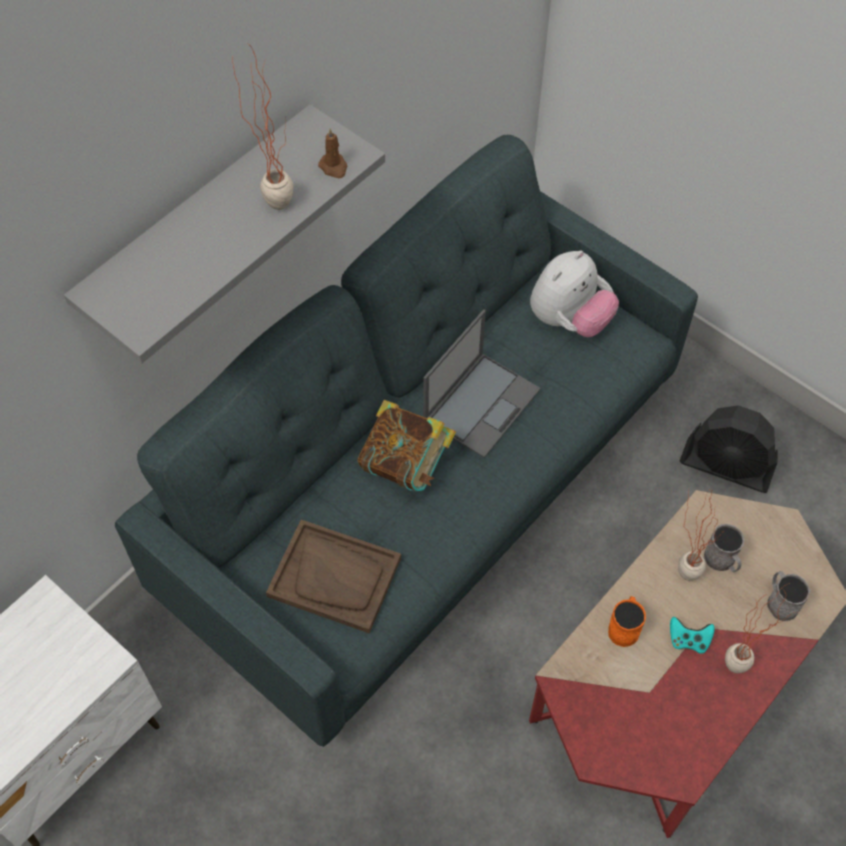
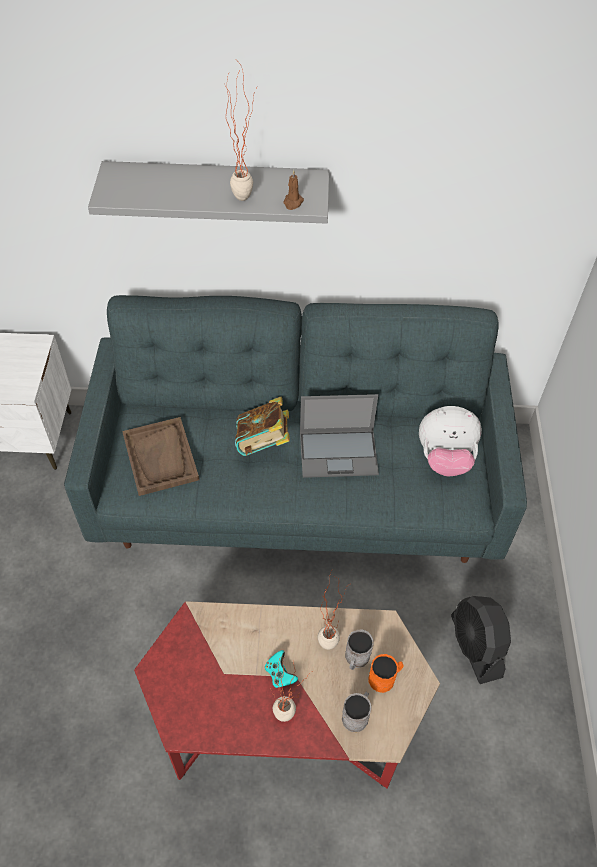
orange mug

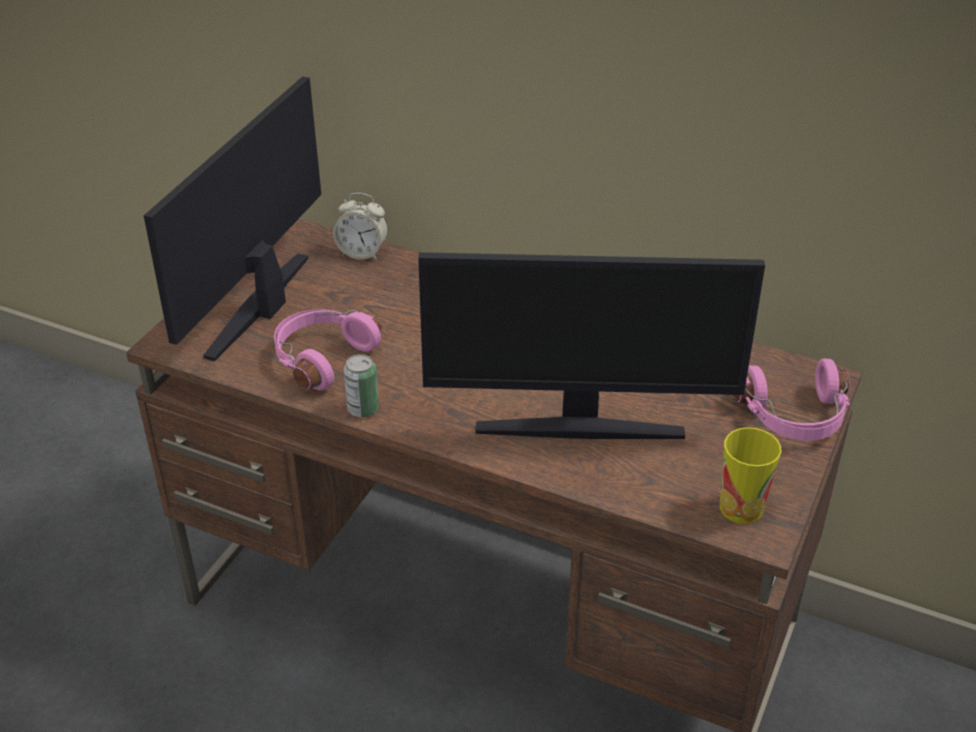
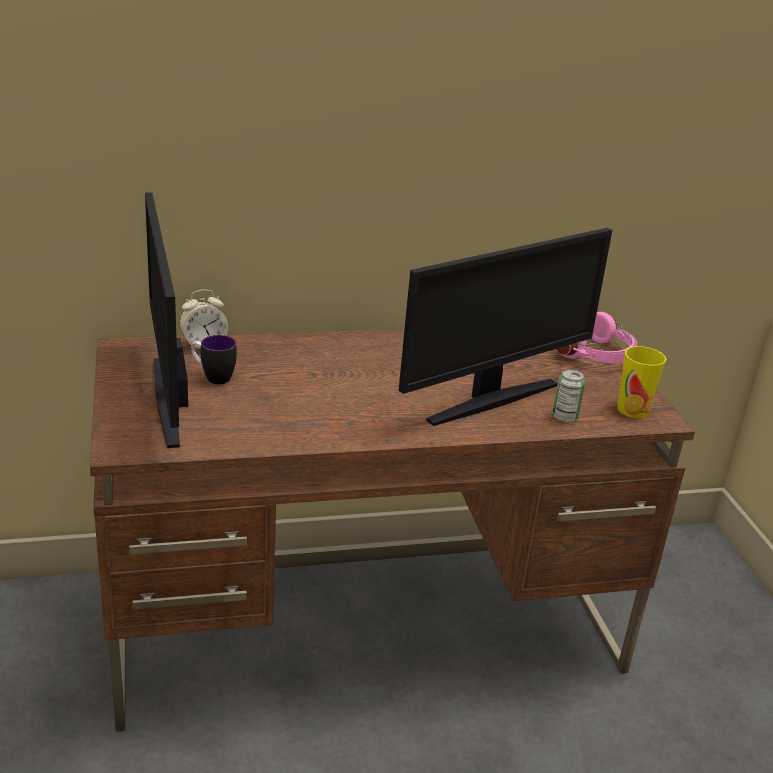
pink headphones (no. 1 from left in the first image)
can
mug

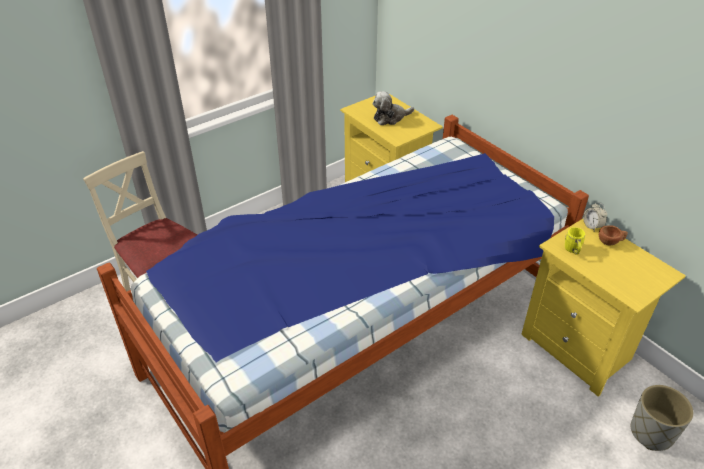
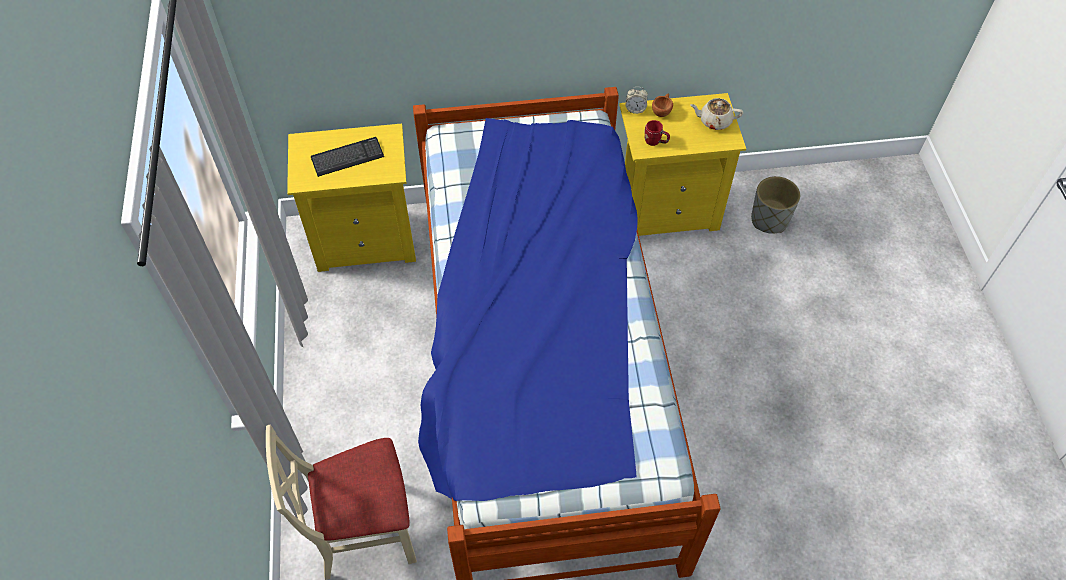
keyboard
red mug
beige teapot

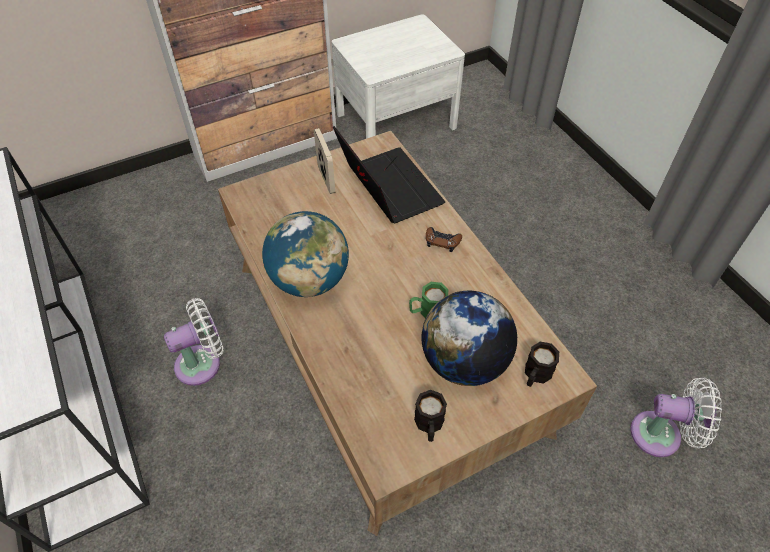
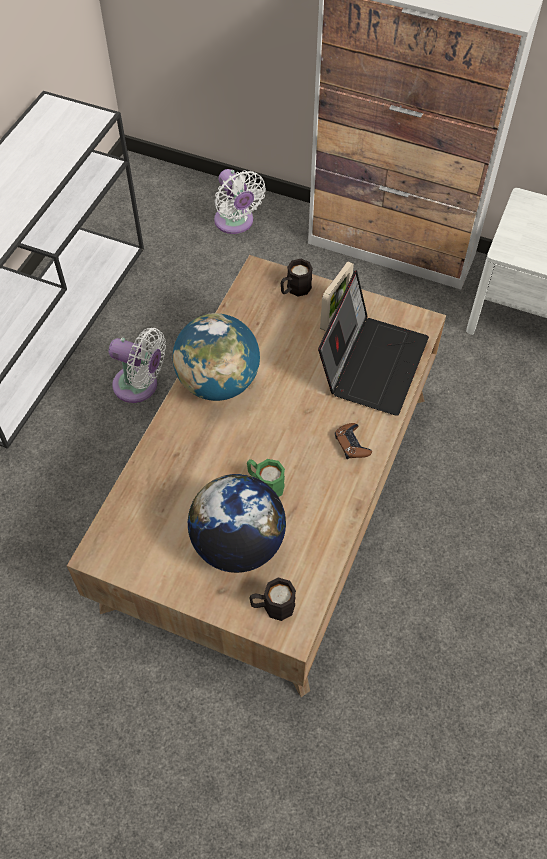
white fan (no. 2 from left)
black mug (no. 2 from left)

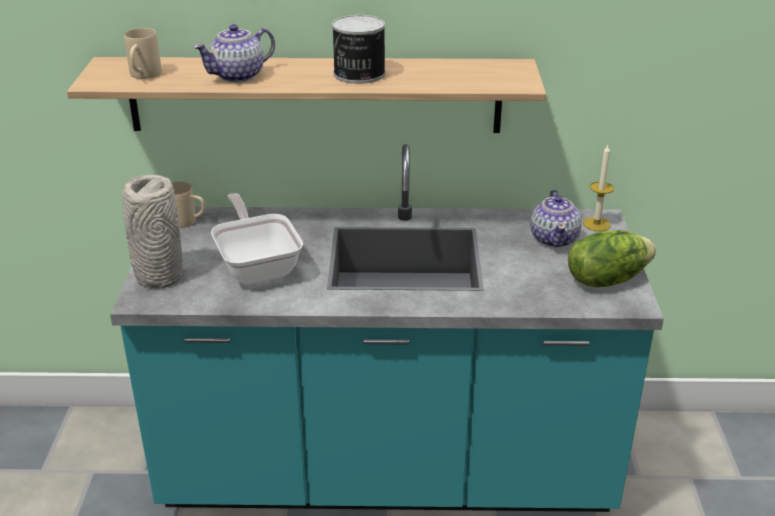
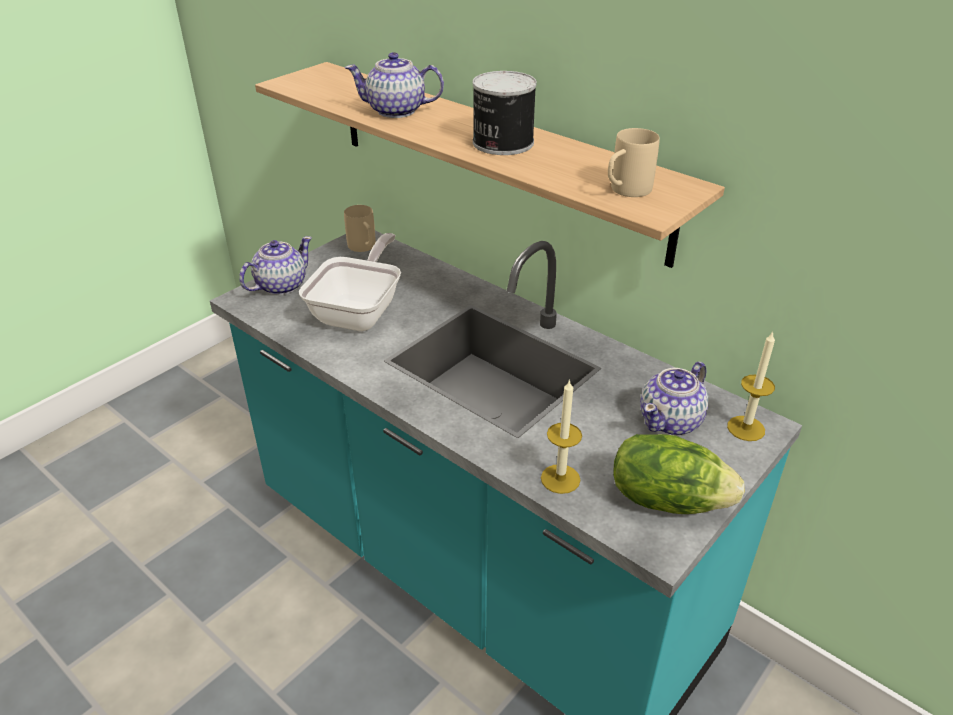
beige mug (no. 2 from left)
teapot (no. 1 from left)
candle (no. 1 from left)

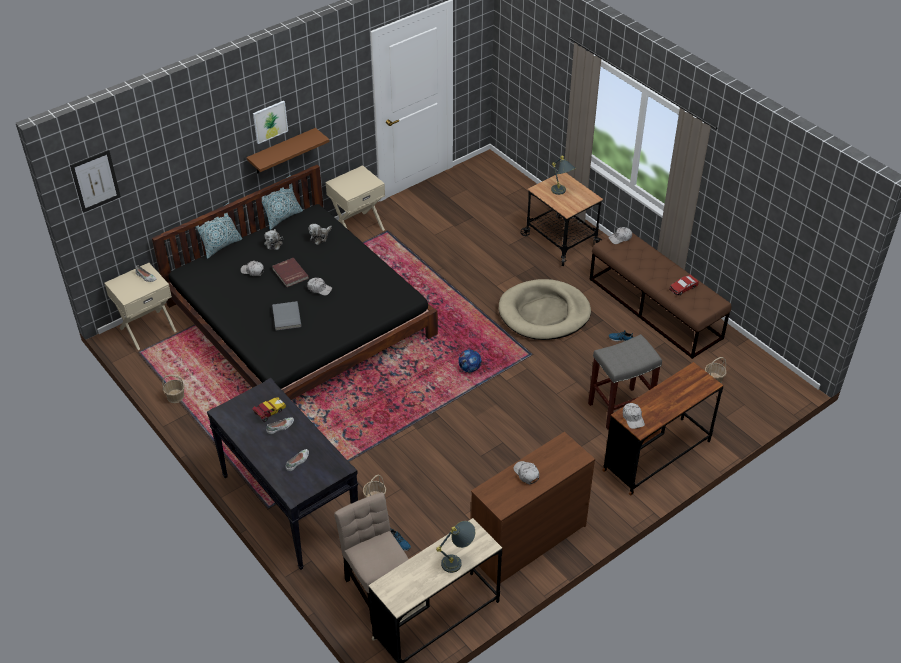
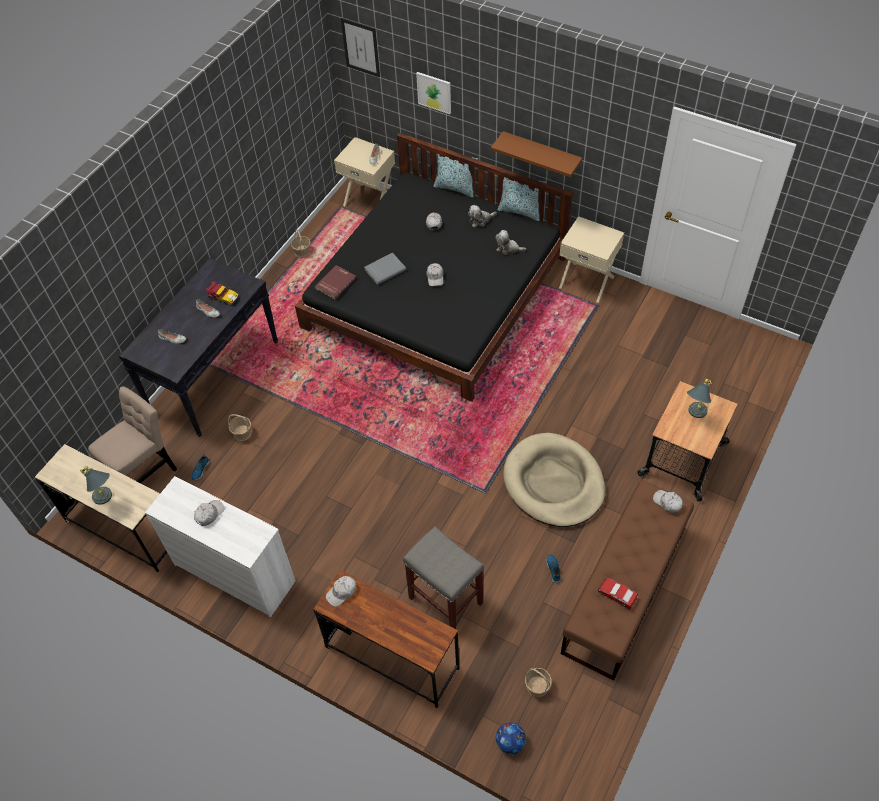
picture (no. 2 from left)
red book
football
white dresser

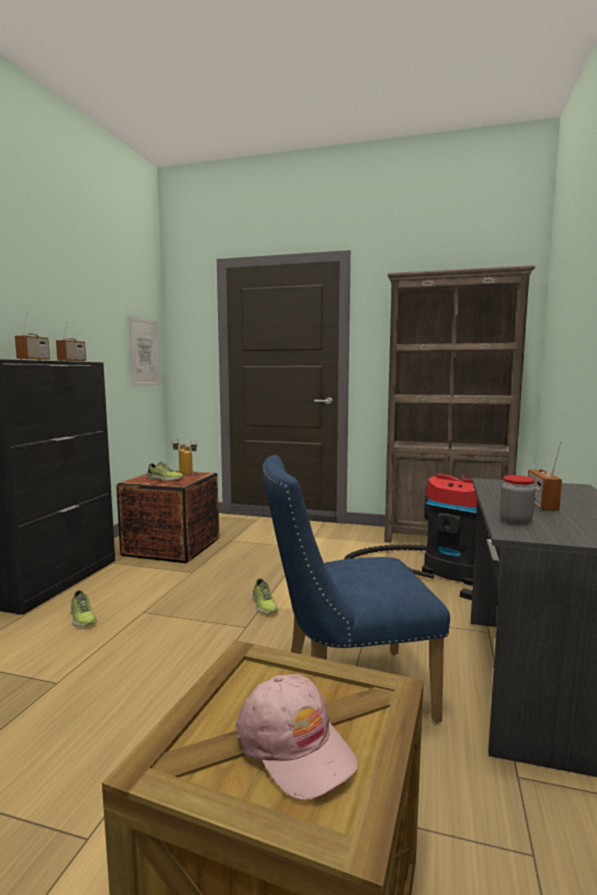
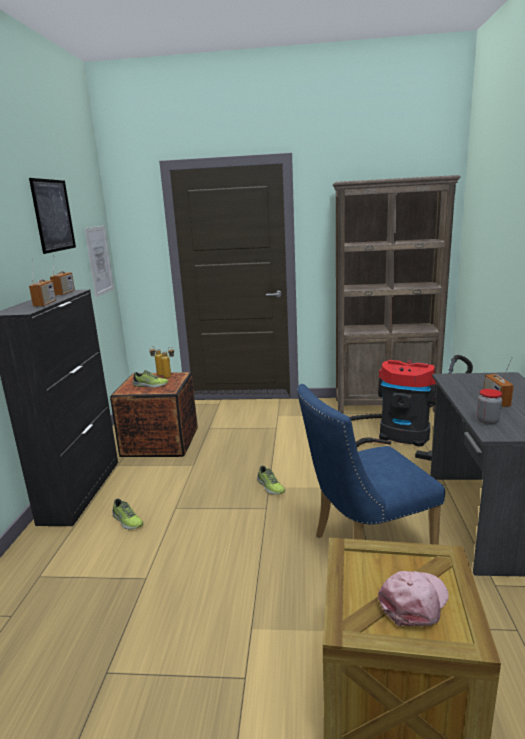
pink cap
picture (no. 1 from left)

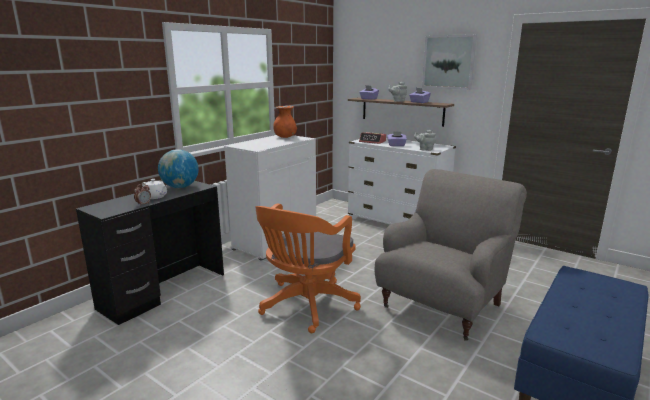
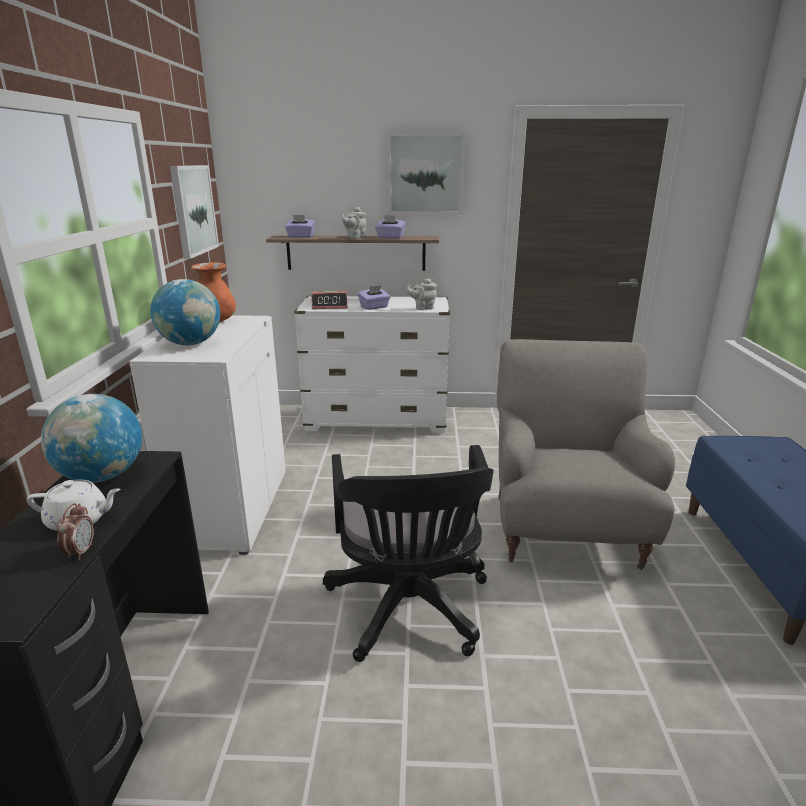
black office chair
picture (no. 1 from left)
globe (no. 2 from left)

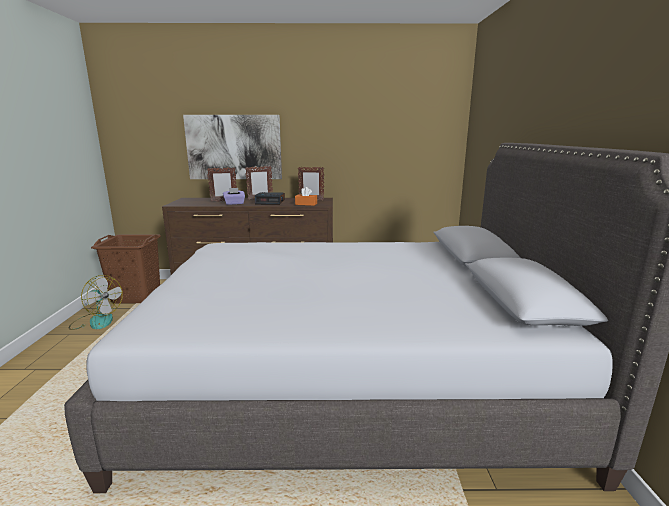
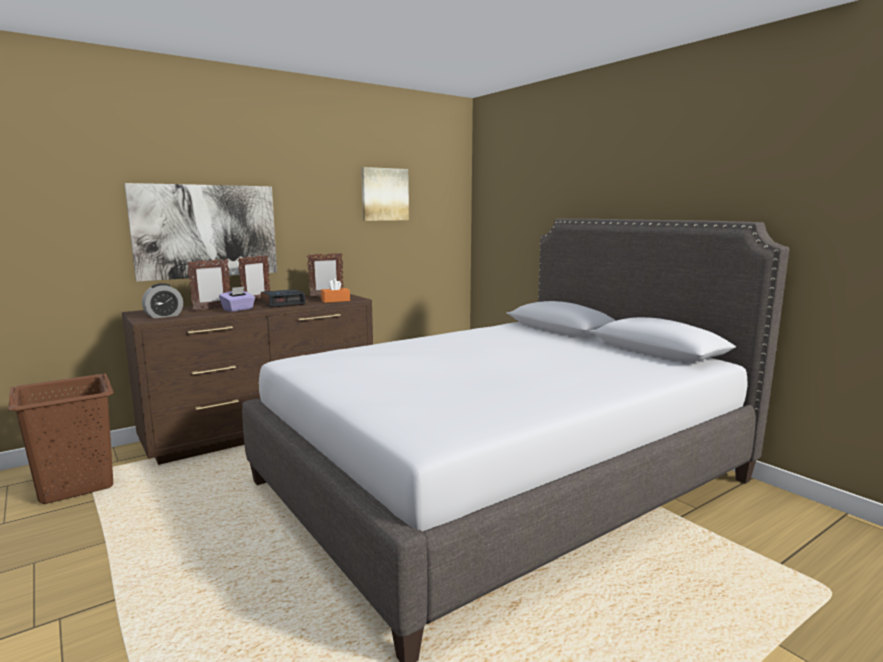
fan
picture (no. 2 from left)
alarm clock (no. 1 from left)

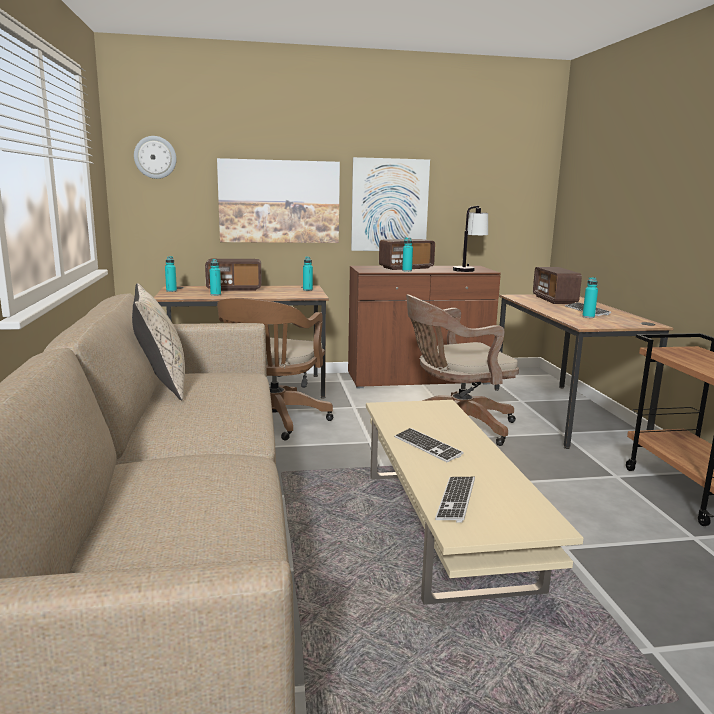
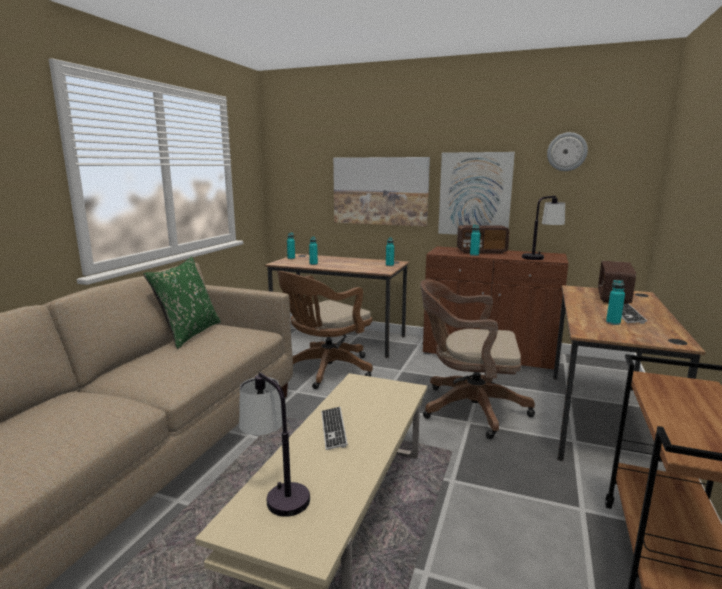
wall clock
radio (no. 1 from left in the first image)
green pillow
table lamp (no. 1 from left)

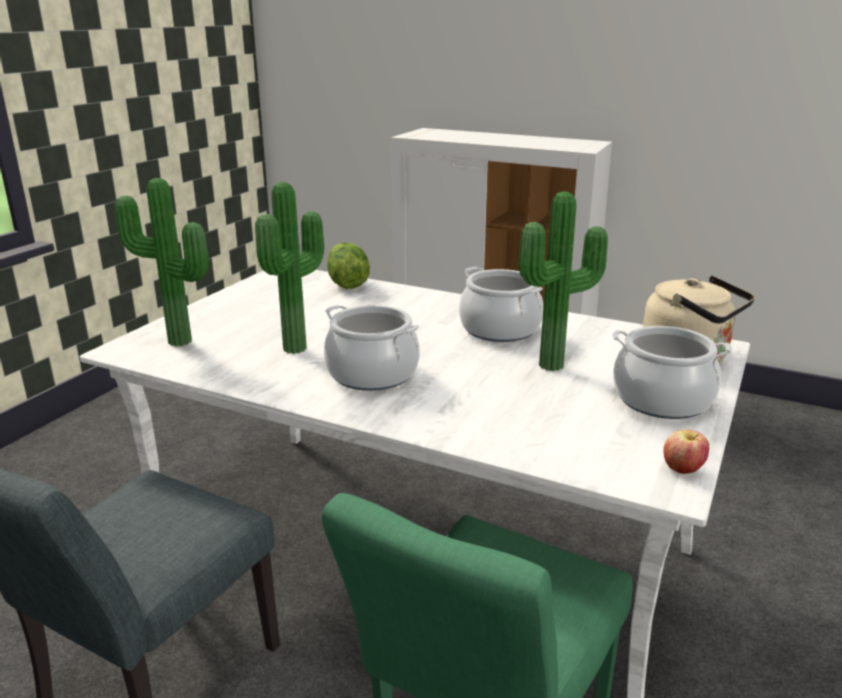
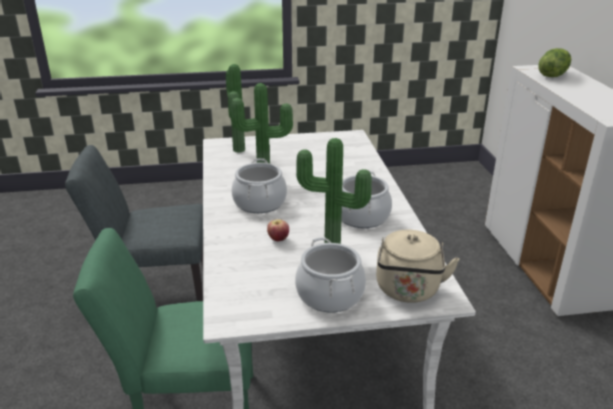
lettuce
apple

